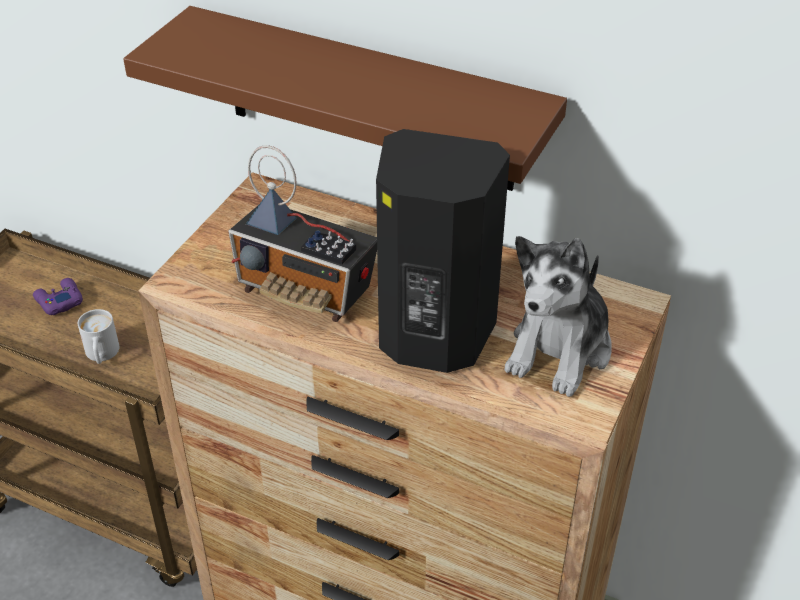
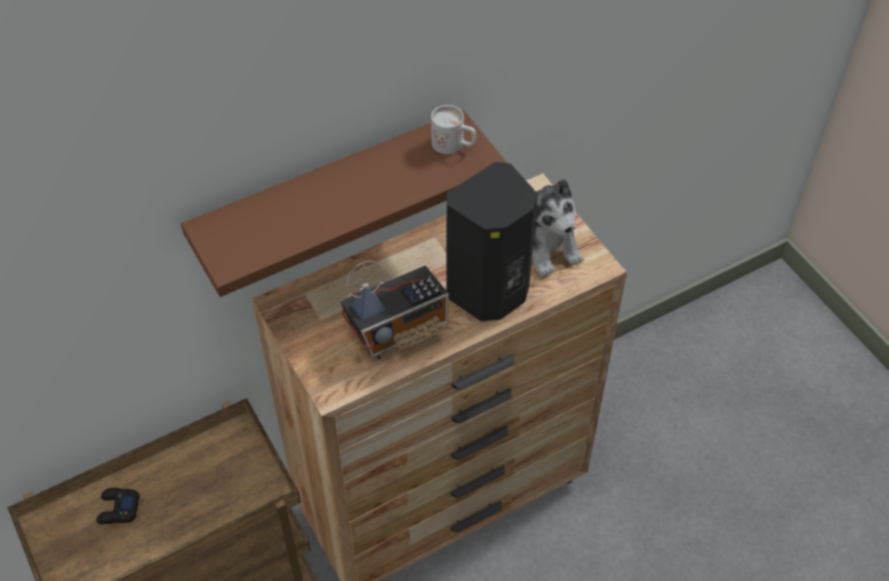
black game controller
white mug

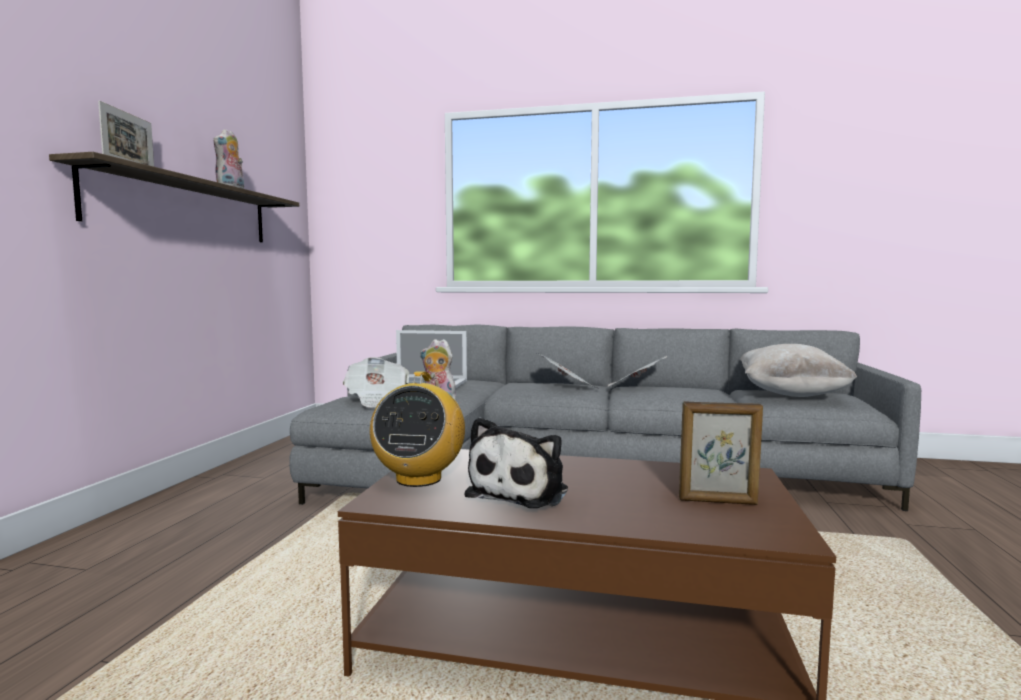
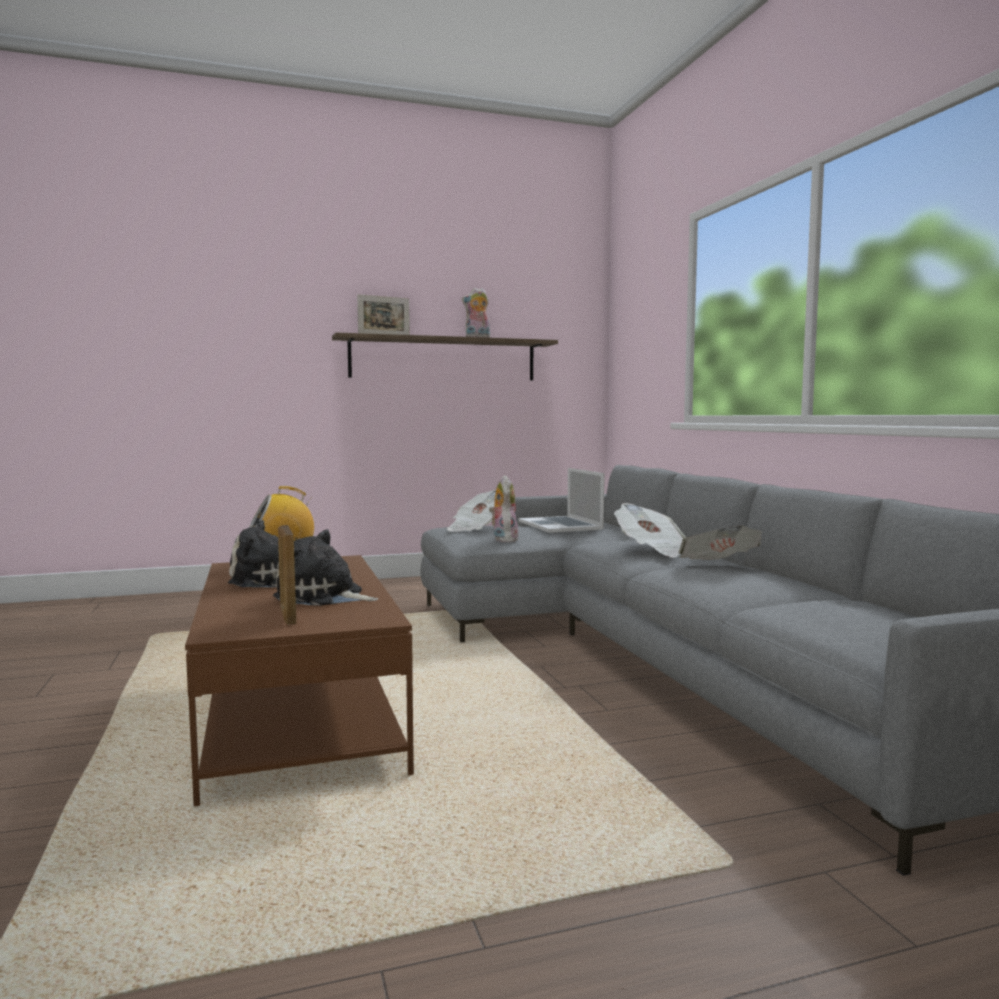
beige pillow
plush toy (no. 2 from left)

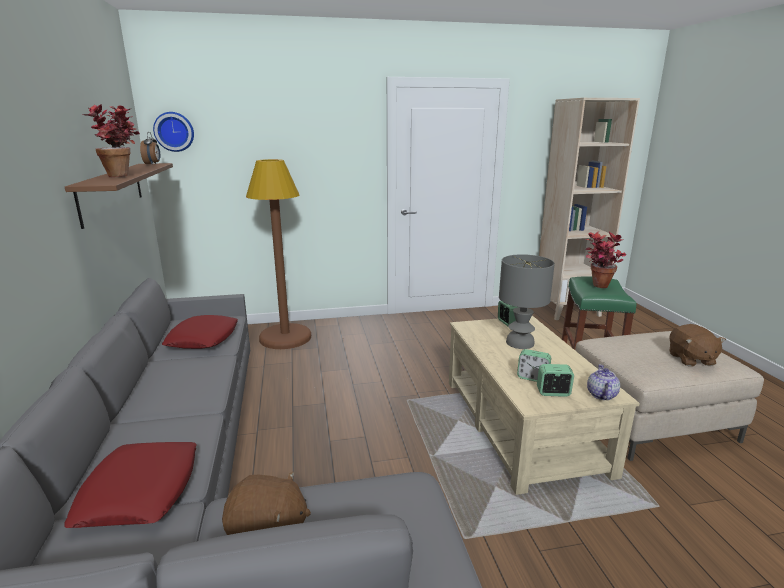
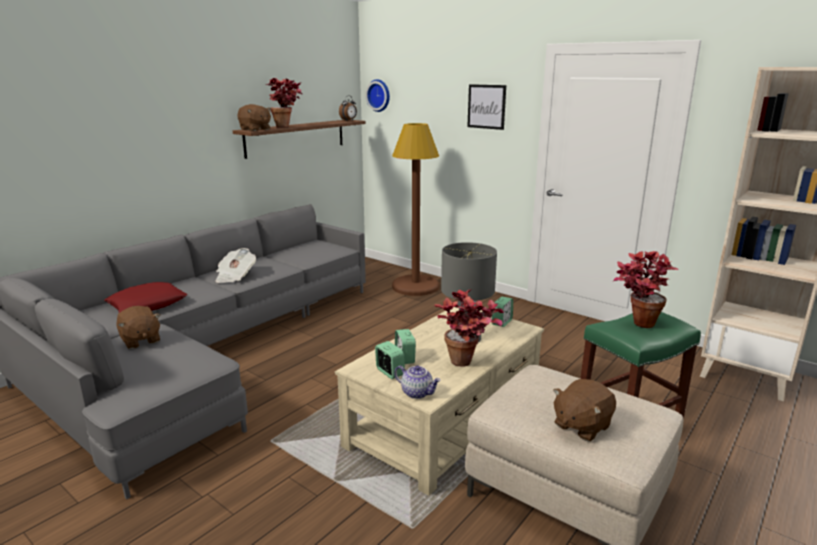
red pillow (no. 2 from left in the first image)
teapot
picture
brown plush toy (no. 2 from left)
newspaper
potted plant (no. 2 from left)

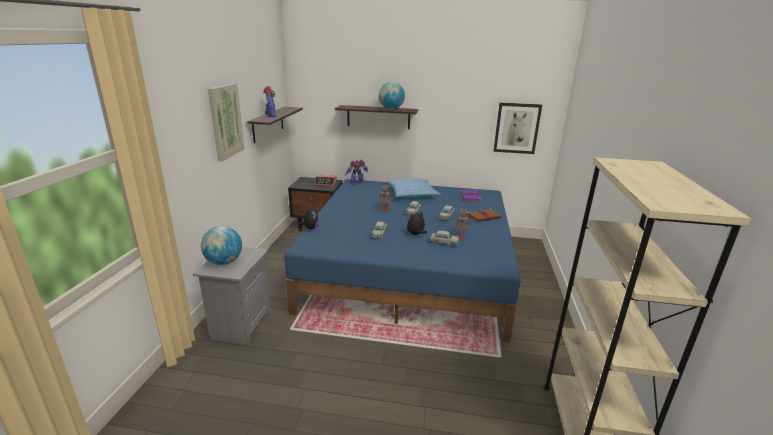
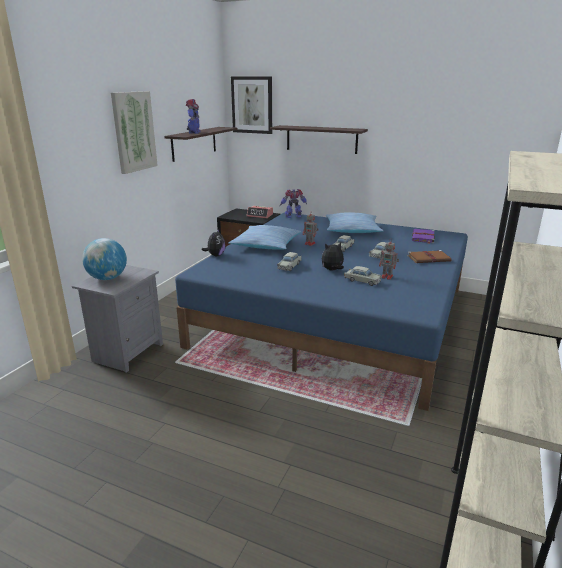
globe (no. 2 from left in the first image)
picture (no. 2 from left)
pillow (no. 1 from left)

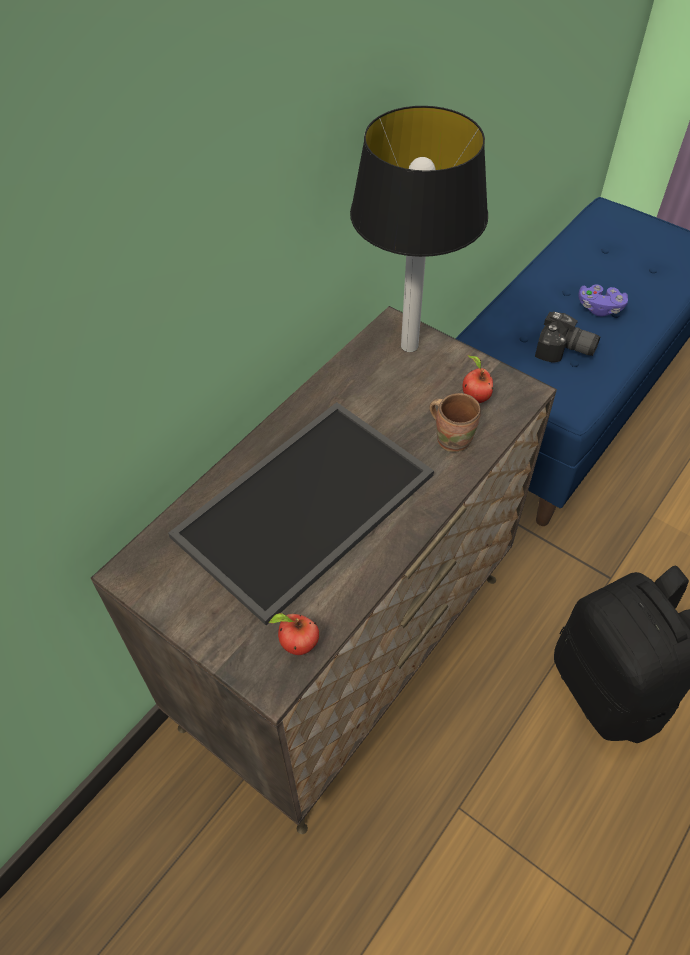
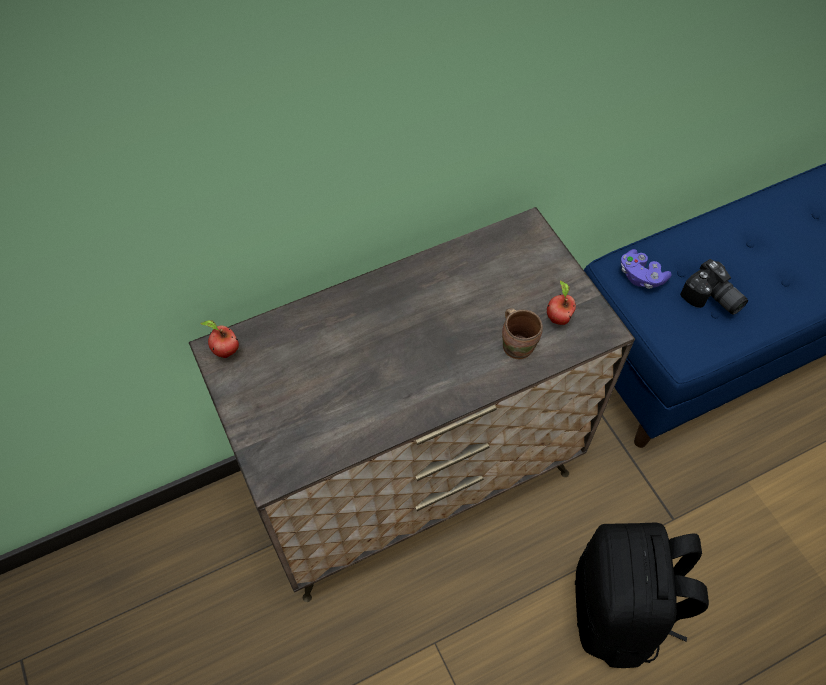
table lamp
purple game controller
tray
apple (no. 1 from left)

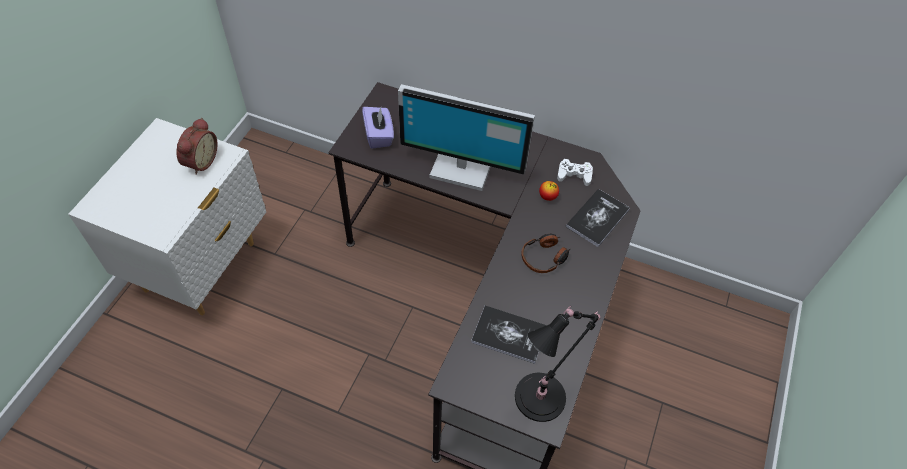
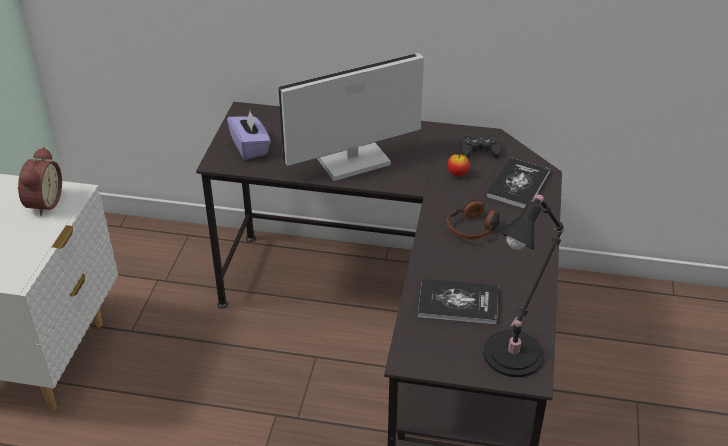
monitor
black game controller

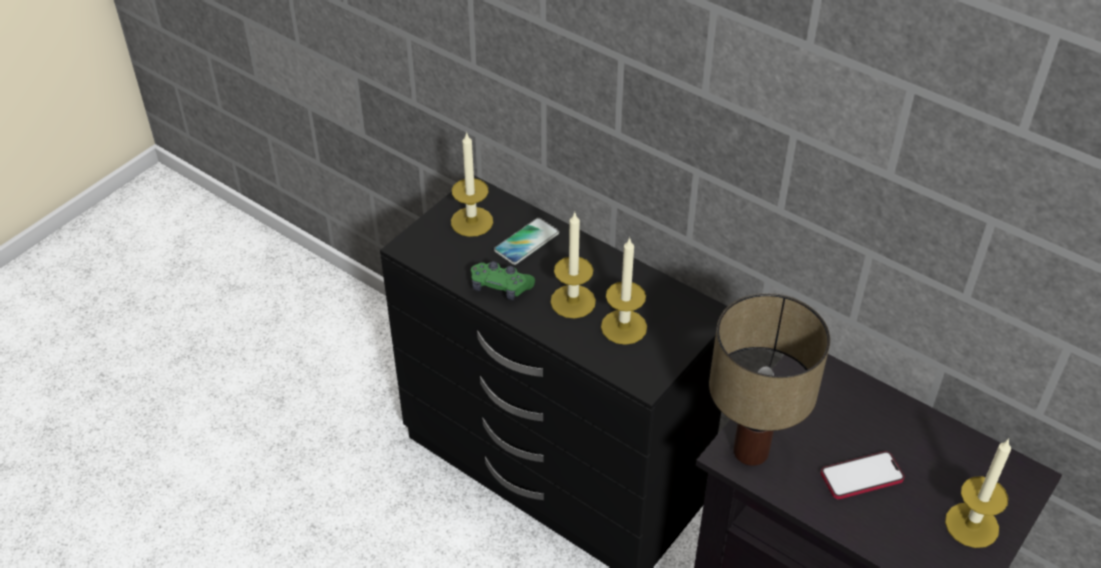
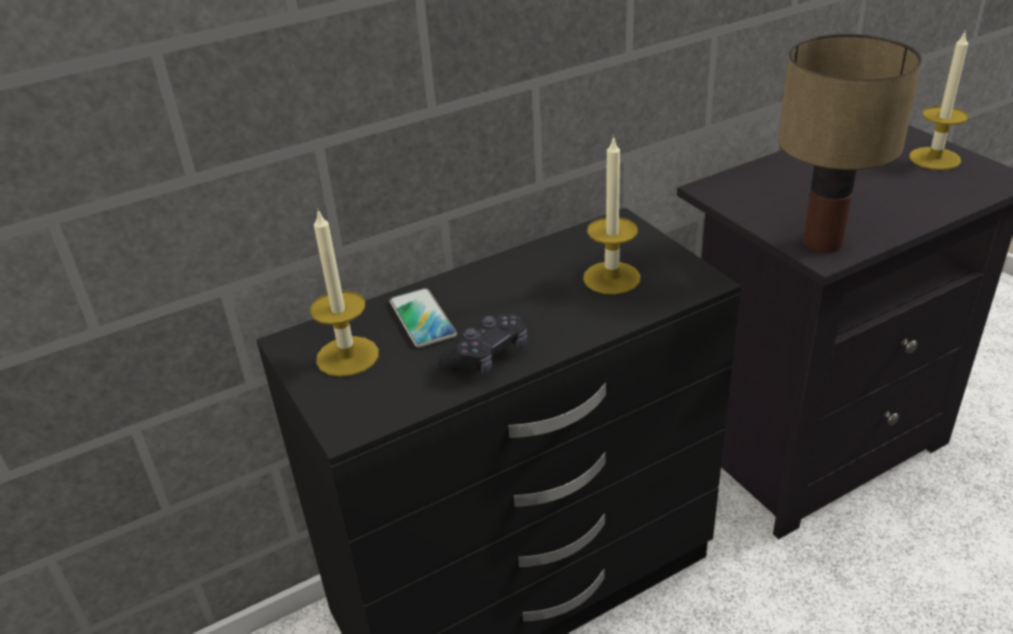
candle (no. 2 from left in the first image)
black game controller
phone (no. 2 from left in the first image)

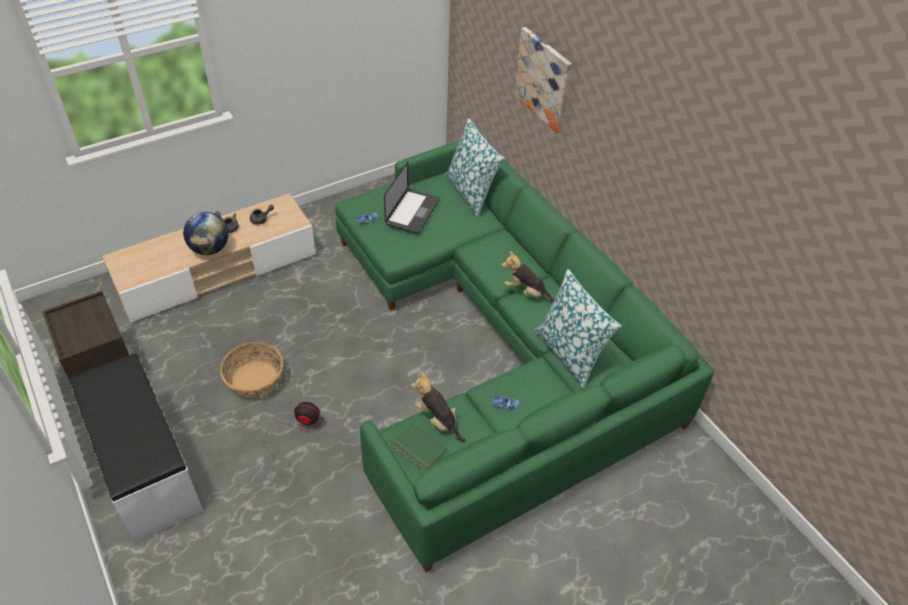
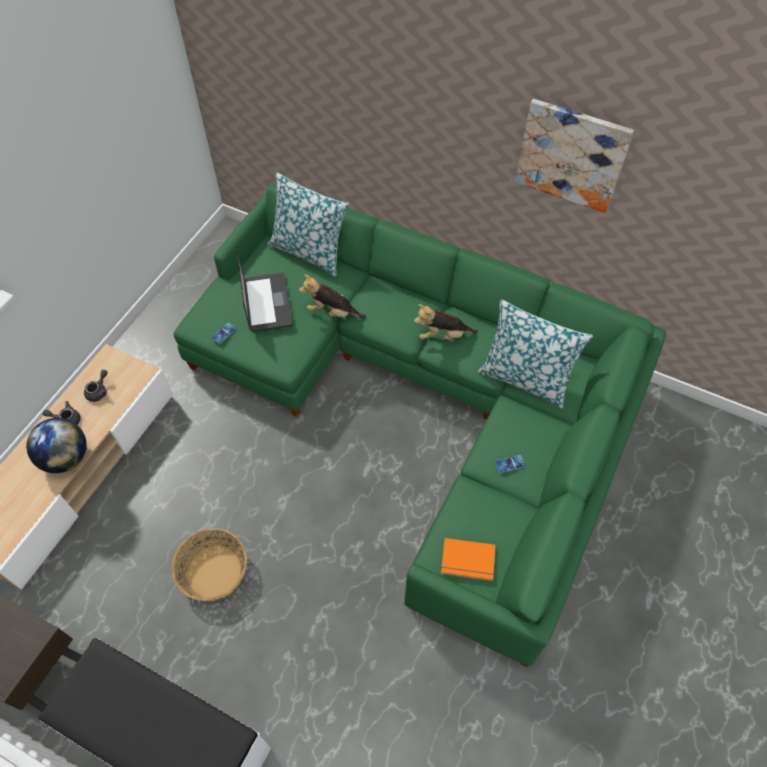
picture
plush toy (no. 1 from left)
fan
orange book

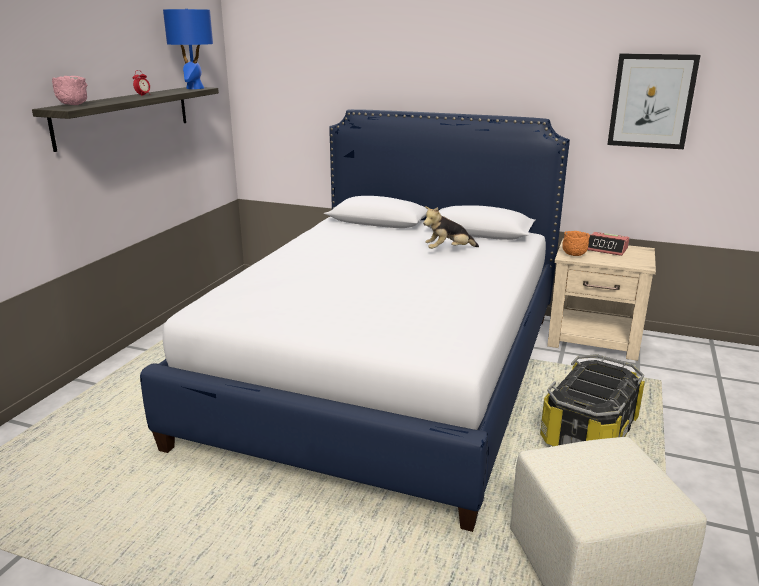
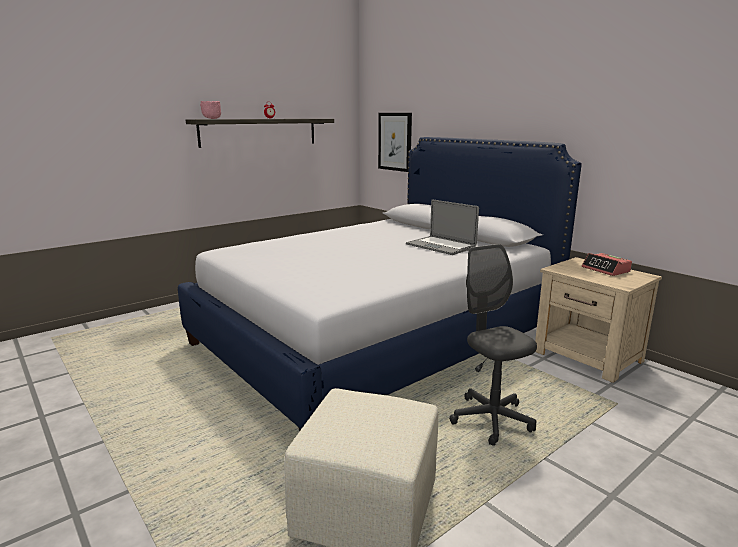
blue table lamp
picture
laptop
orange bowl
grey office chair

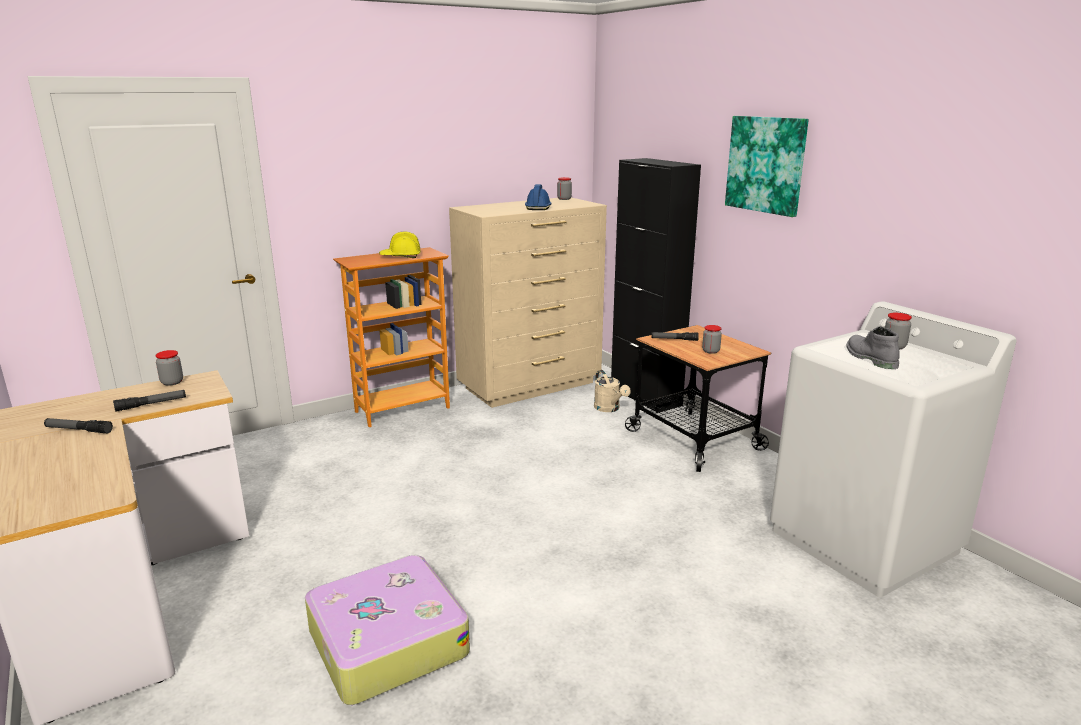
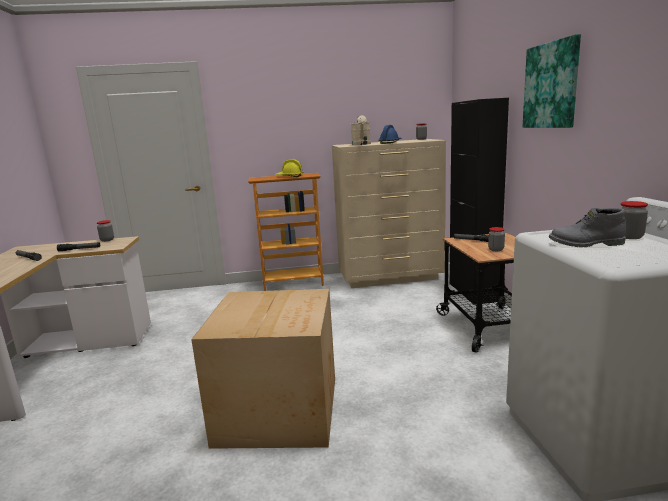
grey boot
beige watering can
suitcase
cardboard box

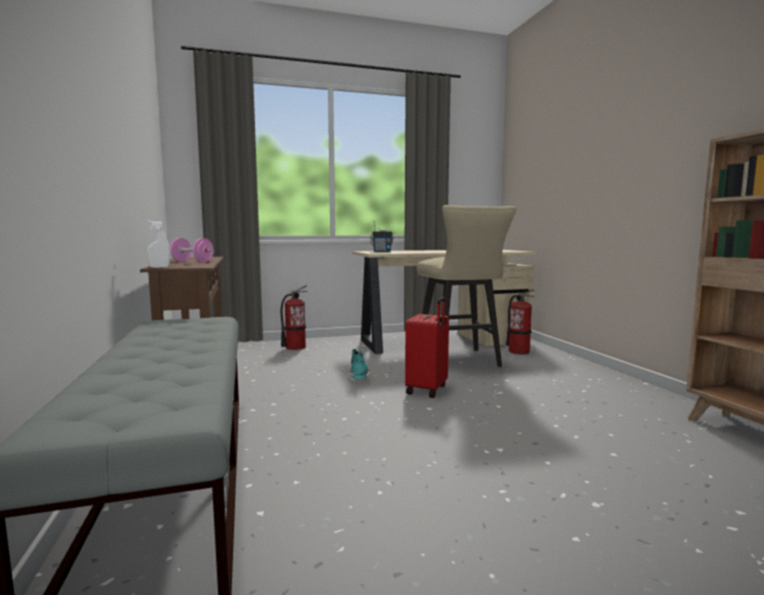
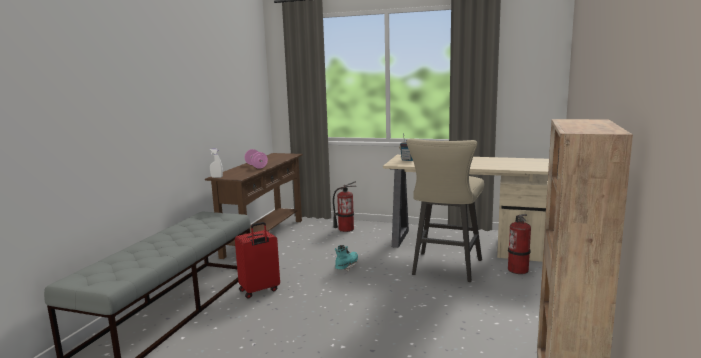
red suitcase

